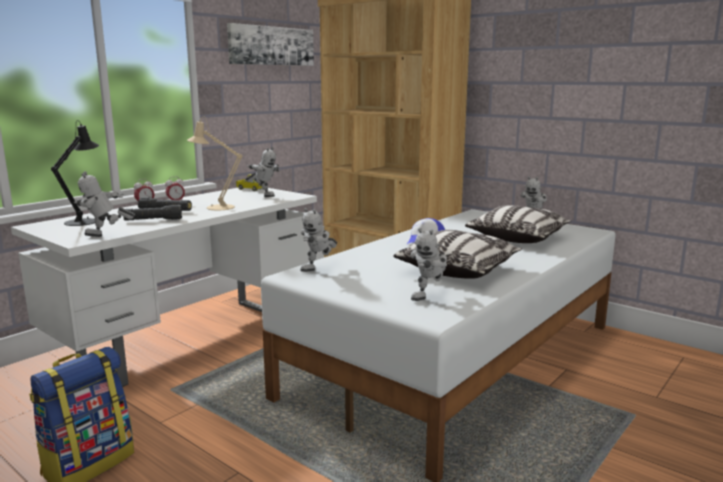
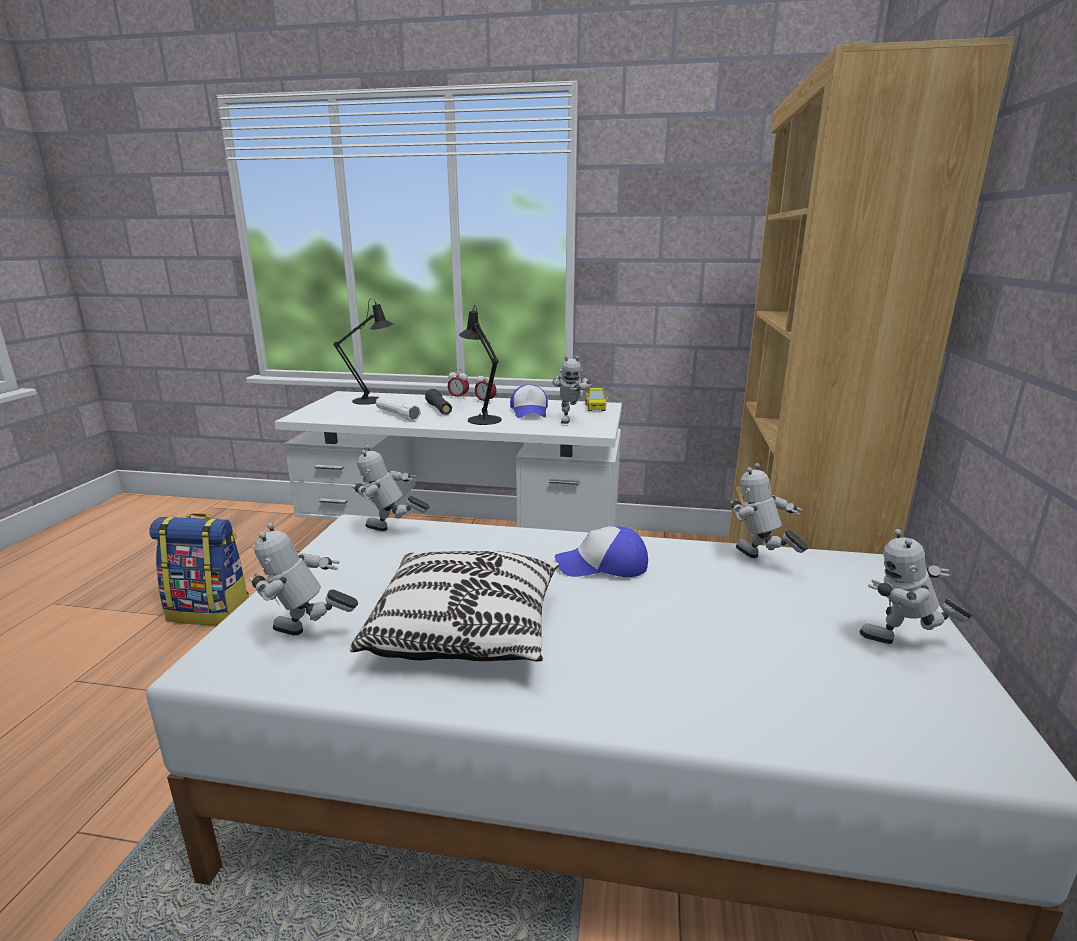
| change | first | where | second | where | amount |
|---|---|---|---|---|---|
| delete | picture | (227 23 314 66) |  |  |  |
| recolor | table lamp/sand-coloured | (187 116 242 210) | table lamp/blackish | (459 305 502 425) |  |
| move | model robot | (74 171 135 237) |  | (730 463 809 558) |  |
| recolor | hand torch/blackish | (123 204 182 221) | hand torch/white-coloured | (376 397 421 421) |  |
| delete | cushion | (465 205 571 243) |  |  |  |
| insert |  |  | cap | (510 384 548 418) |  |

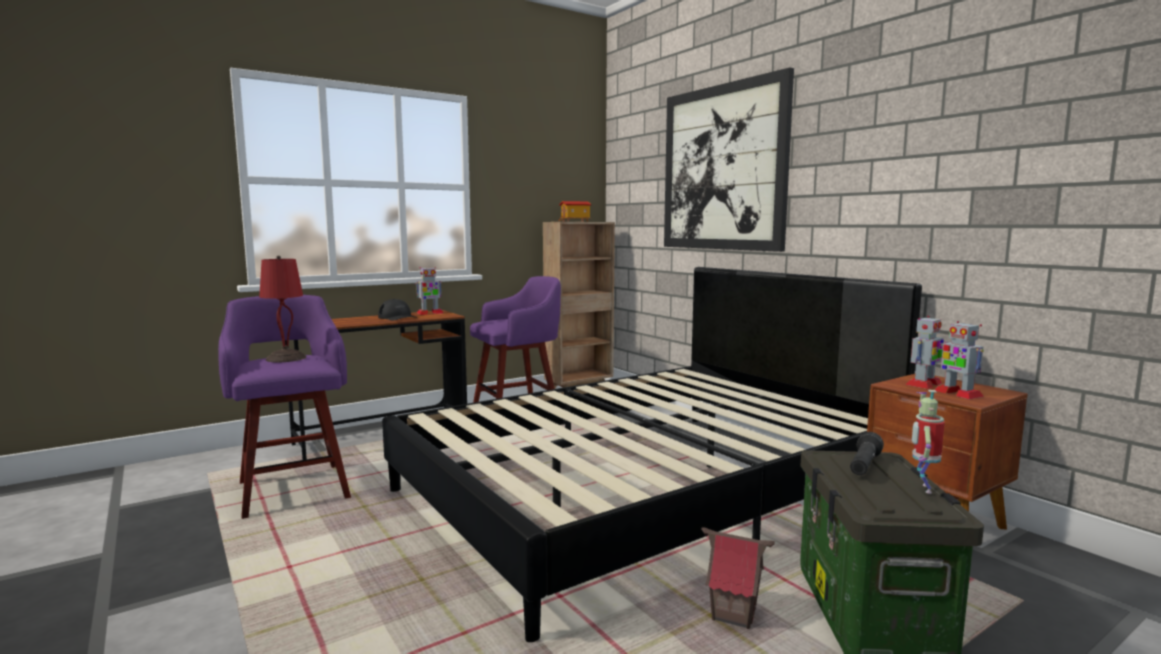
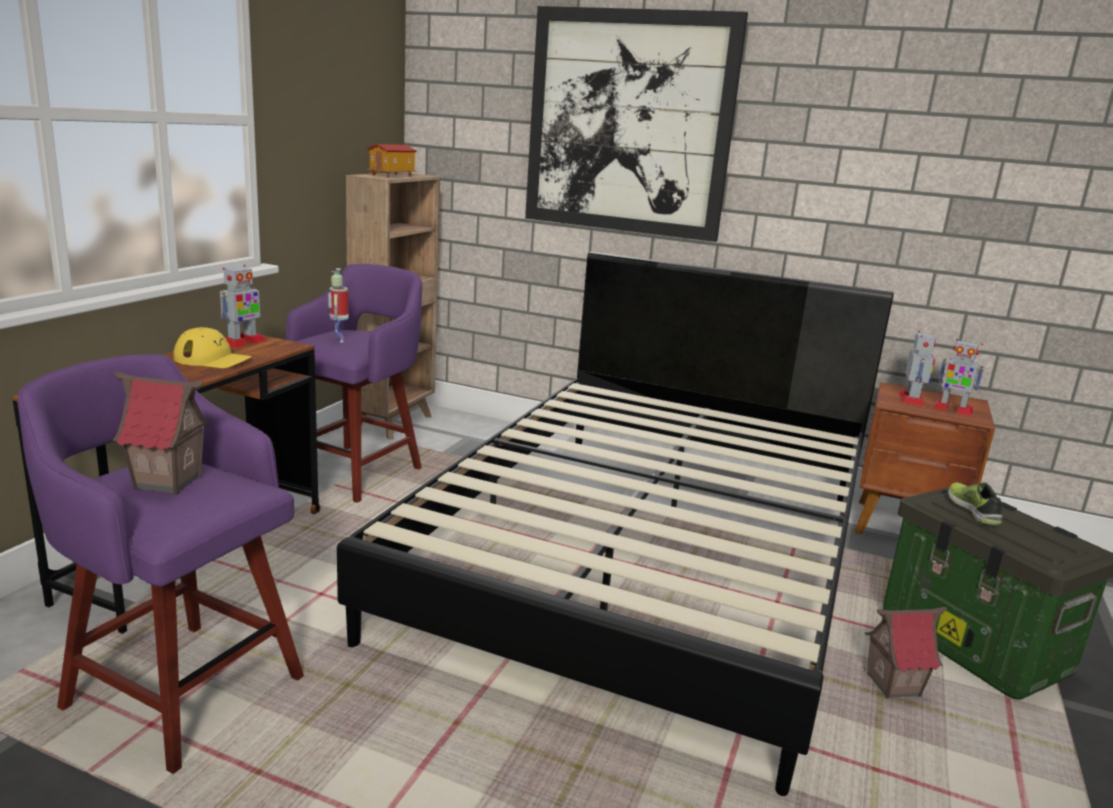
| change | first | where | second | where | amount |
|---|---|---|---|---|---|
| replace | table lamp/red-coloured | (259 256 306 362) | toy house | (112 372 211 495) |  |
| recolor | cap/blackish | (378 299 418 321) | cap/yellow-coloured | (174 327 252 368) |  |
| move | model robot | (912 390 945 494) |  | (328 268 349 343) |  |
| replace | hand torch/blackish | (850 432 884 475) | low shoe | (948 482 1002 526) |  |

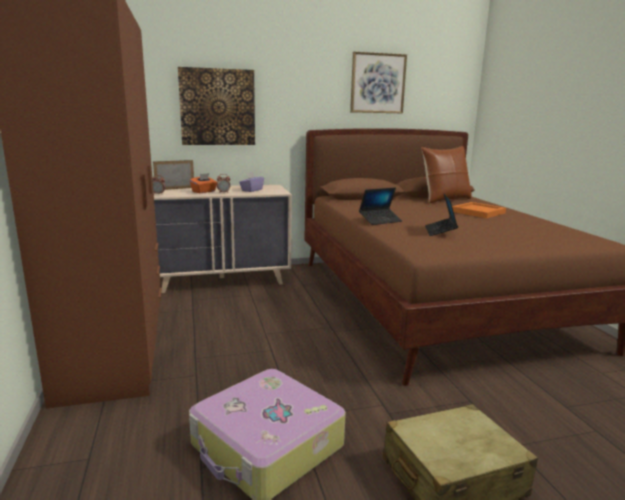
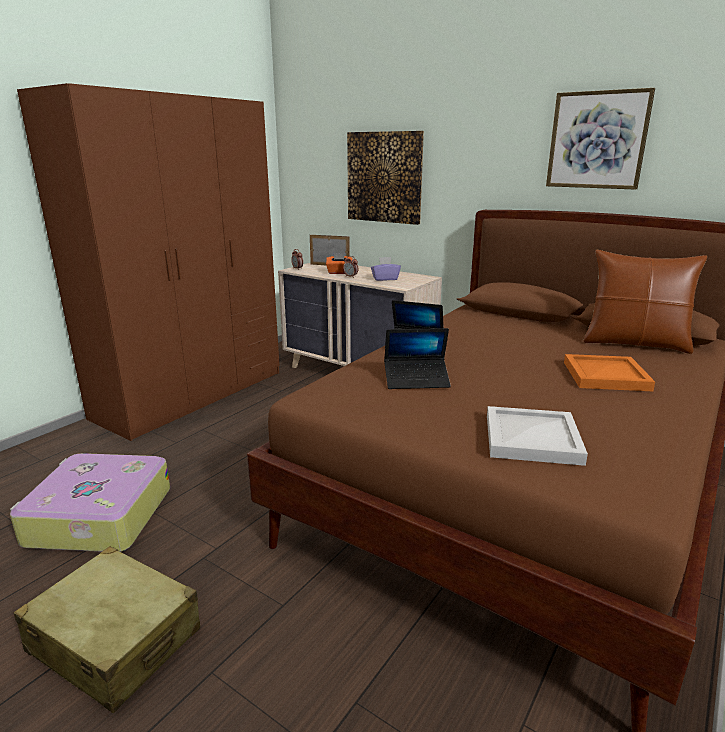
| change | first | where | second | where | amount |
|---|---|---|---|---|---|
| rotate | portable computer | (425 194 458 236) |  | (384 328 451 389) | 150 degrees counterclockwise |
| insert |  |  | tray/white-coloured | (487 406 588 466) |  |

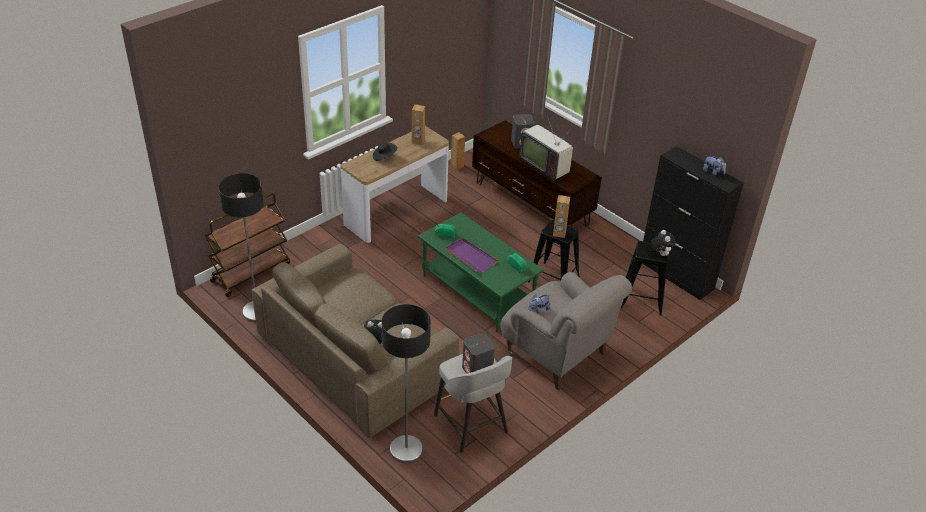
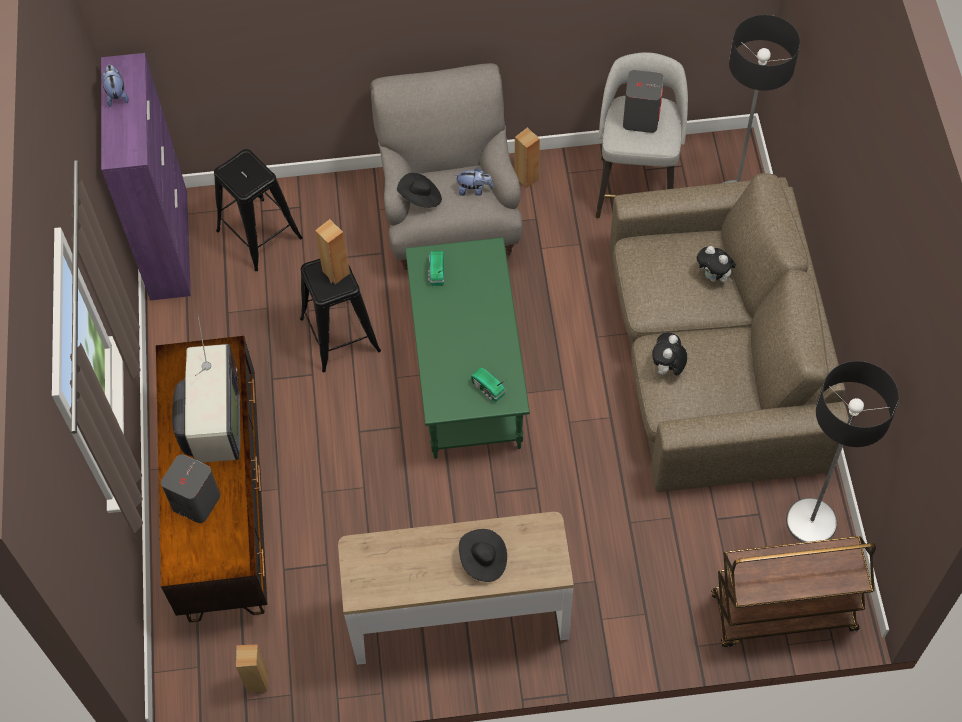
| change | first | where | second | where | amount |
|---|---|---|---|---|---|
| move | audio speaker/brownish | (412 105 425 145) |  | (514 128 540 188) |  |
| recolor | cabinet/blackish | (642 146 744 300) | cabinet/purplish | (101 53 191 301) |  |
| move | plush toy | (651 230 676 256) |  | (652 332 687 377) |  |
| delete | tray/purplish | (445 238 498 273) |  |  |  |
| insert |  |  | clothing hat/blackish | (397 173 442 208) |  |

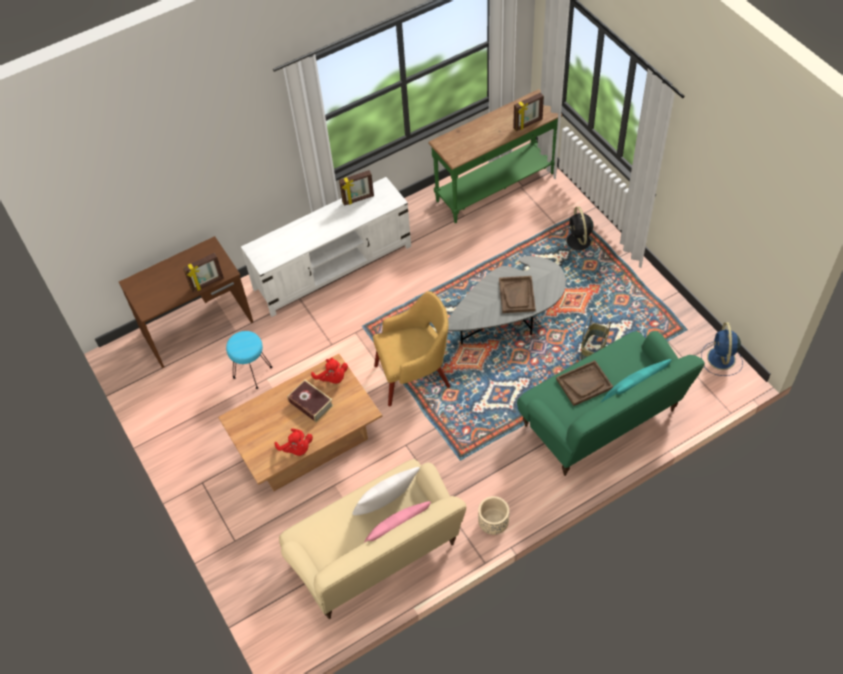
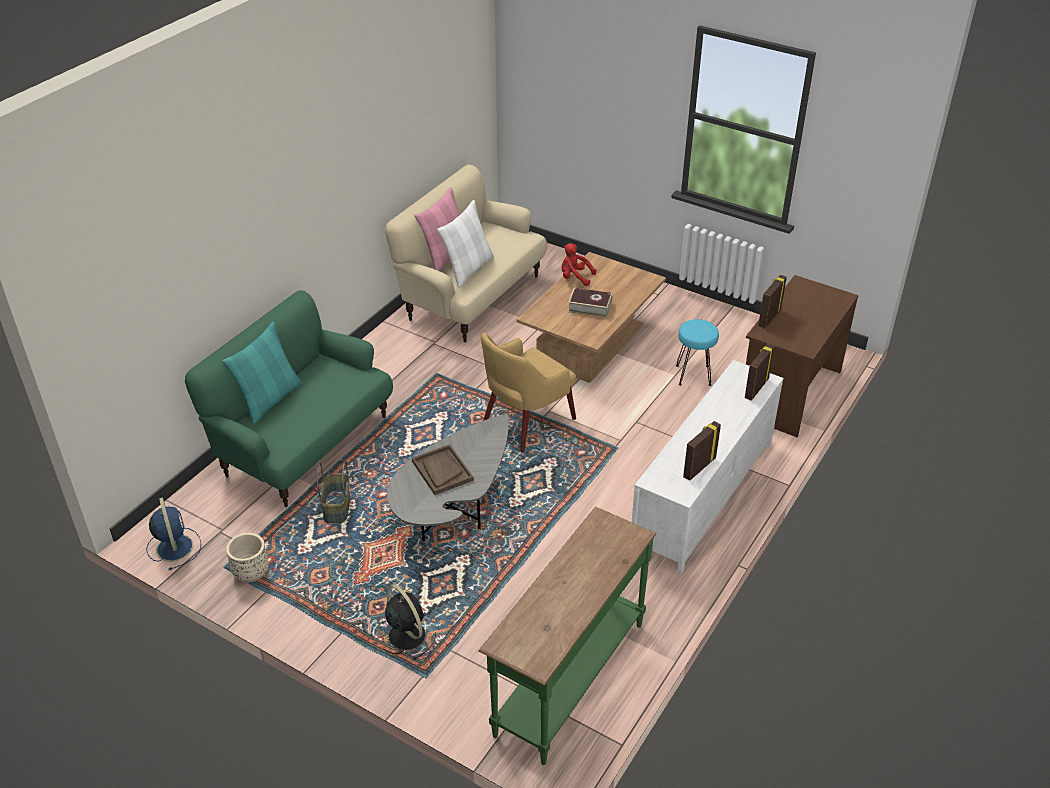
| change | first | where | second | where | amount |
|---|---|---|---|---|---|
| move | photo frame | (513 93 544 131) |  | (745 344 775 401) |  |
| delete | plush toy/red-coloured | (311 358 348 384) |  |  |  |
| delete | tray/brownish | (556 360 613 406) |  |  |  |
| move | flower pot/sand-coloured | (478 496 509 535) |  | (226 533 269 582) |  |

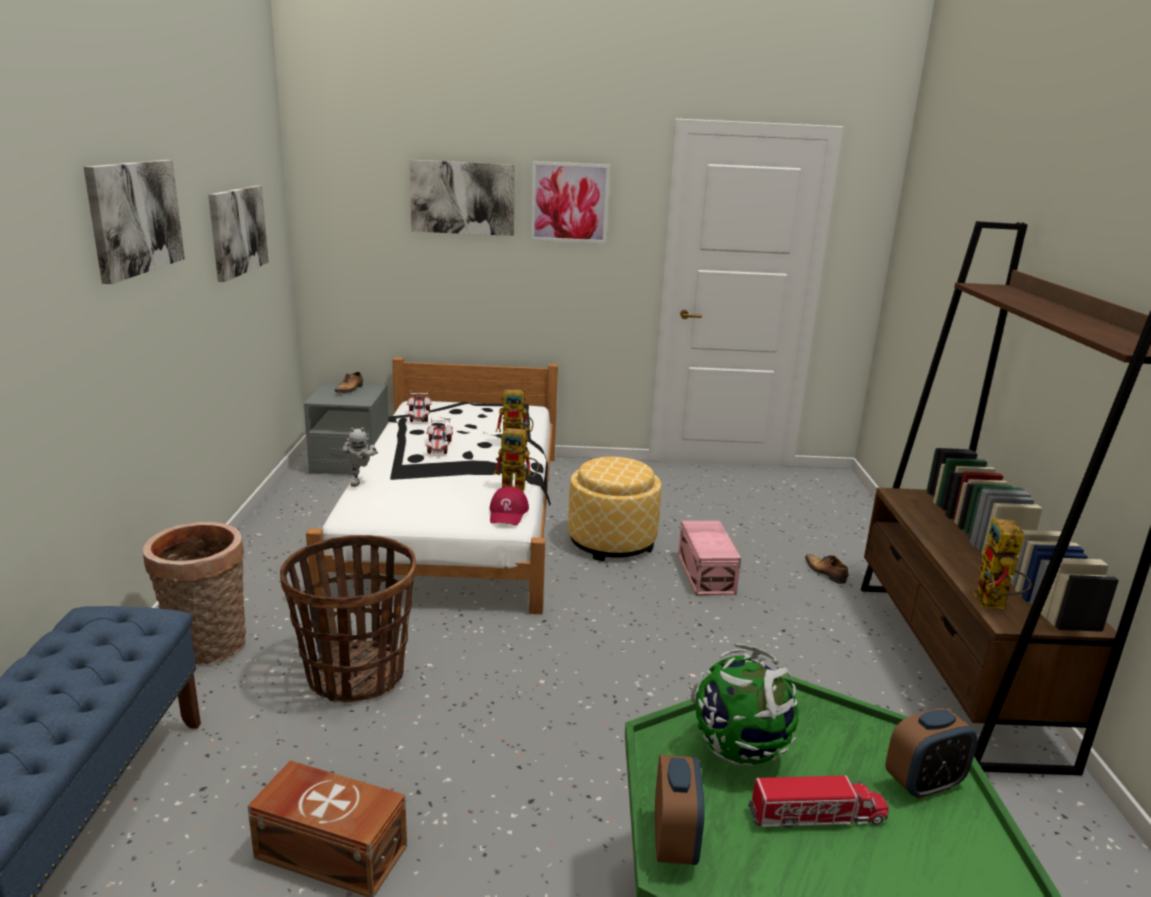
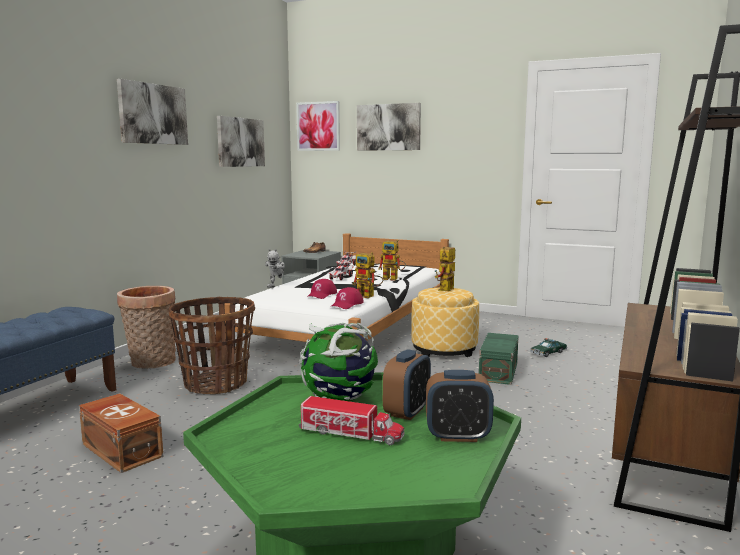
| change | first | where | second | where | amount |
|---|---|---|---|---|---|
| move | picture | (531 161 610 244) |  | (296 101 340 151) |  |
| move | model robot | (972 518 1032 609) |  | (435 247 455 291) |  |
| recolor | storage bin/pink-coloured | (678 521 741 596) | storage bin/greenish | (479 333 519 385) |  |
| delete | low shoe | (805 554 849 584) |  |  |  |
| move | bedside clock | (655 755 705 865) |  | (383 349 431 420) |  |
| insert |  |  | cap/red-coloured | (307 279 337 299) |  |
| insert |  |  | miniature car | (530 338 567 357) |  |

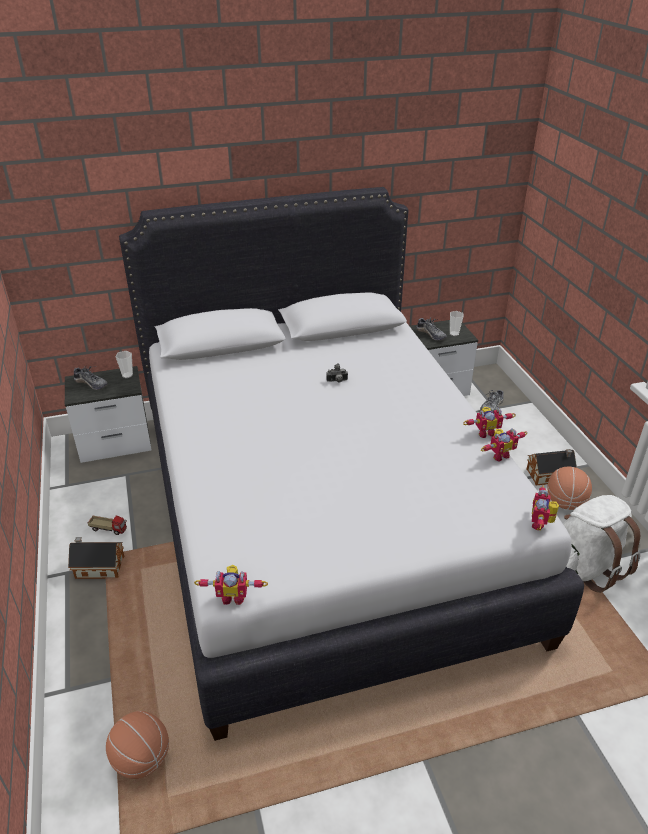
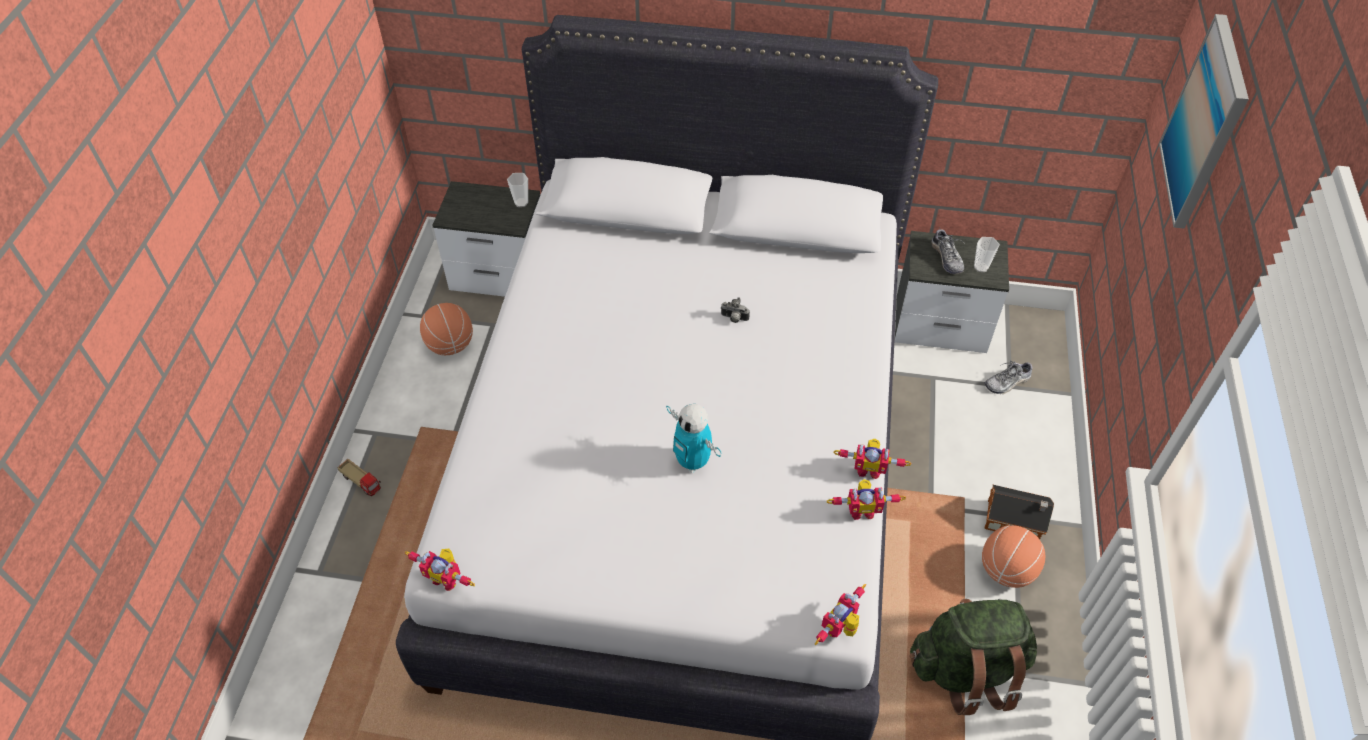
| change | first | where | second | where | amount |
|---|---|---|---|---|---|
| delete | low shoe | (74 365 108 390) |  |  |  |
| recolor | knapsack/white-coloured | (563 495 640 593) | knapsack/greenish | (910 599 1037 715) |  |
| move | toy lorry | (88 515 127 535) |  | (337 459 381 496) |  |
| delete | toy house | (68 537 124 579) |  |  |  |
| move | ball for basketball | (106 711 169 779) |  | (420 303 473 355) |  |
| insert |  |  | picture | (1159 14 1249 229) |  |
| insert |  |  | model robot | (666 404 721 473) |  |

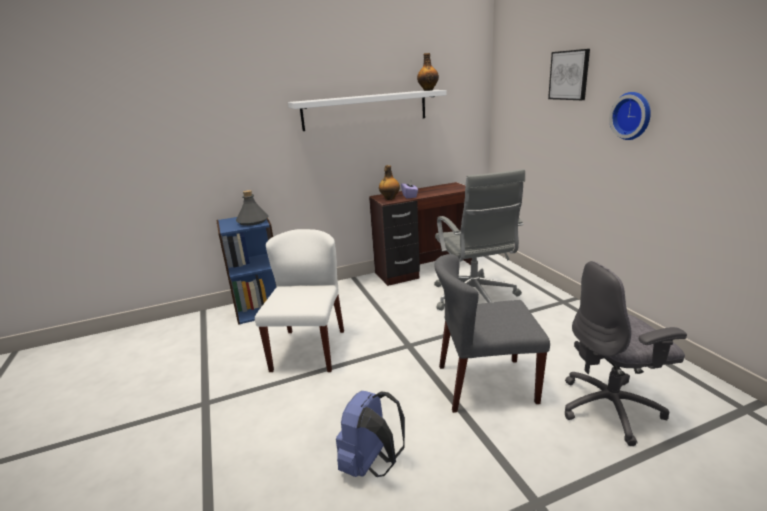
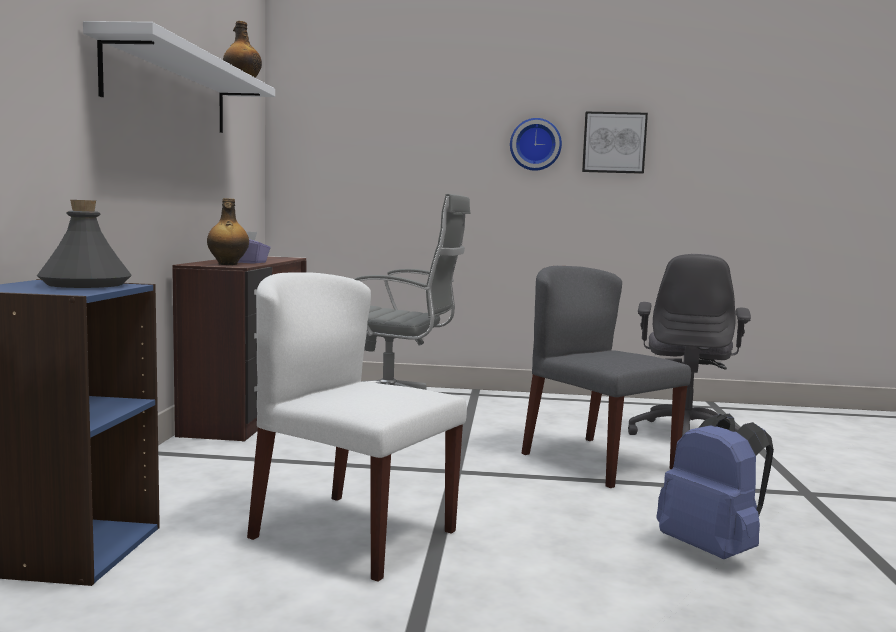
| change | first | where | second | where | amount |
|---|---|---|---|---|---|
| move | picture | (548 49 590 100) |  | (582 112 648 174) |  |
| rotate | chair/gray | (434 254 550 413) |  | (522 266 691 488) | 120 degrees clockwise |

